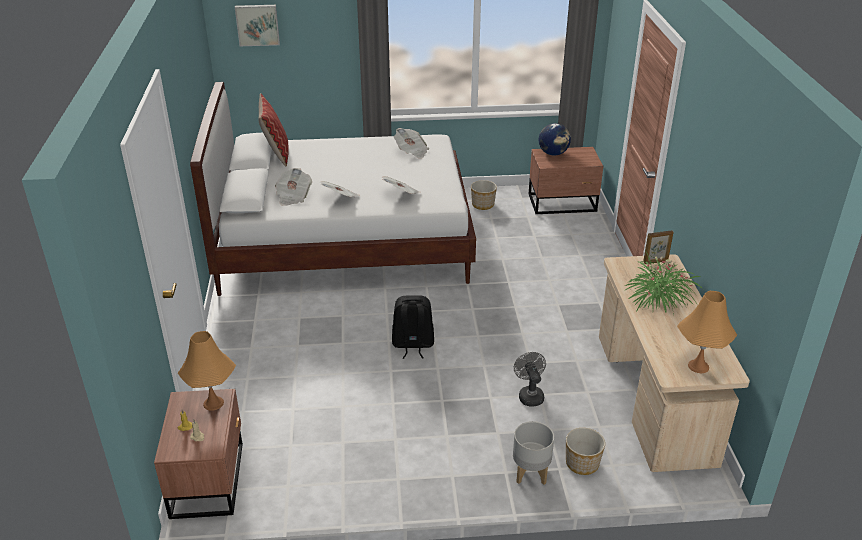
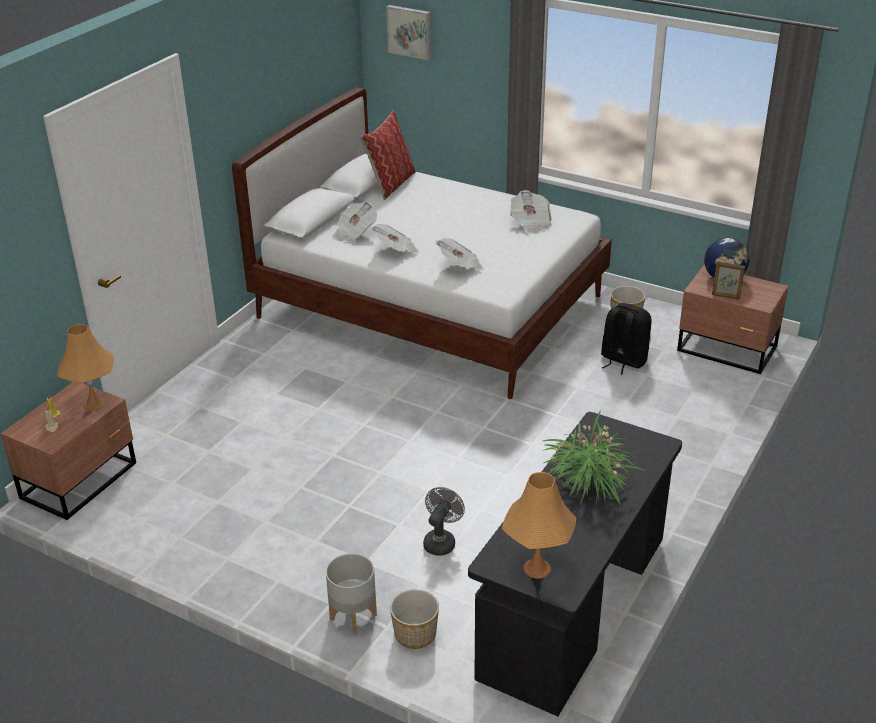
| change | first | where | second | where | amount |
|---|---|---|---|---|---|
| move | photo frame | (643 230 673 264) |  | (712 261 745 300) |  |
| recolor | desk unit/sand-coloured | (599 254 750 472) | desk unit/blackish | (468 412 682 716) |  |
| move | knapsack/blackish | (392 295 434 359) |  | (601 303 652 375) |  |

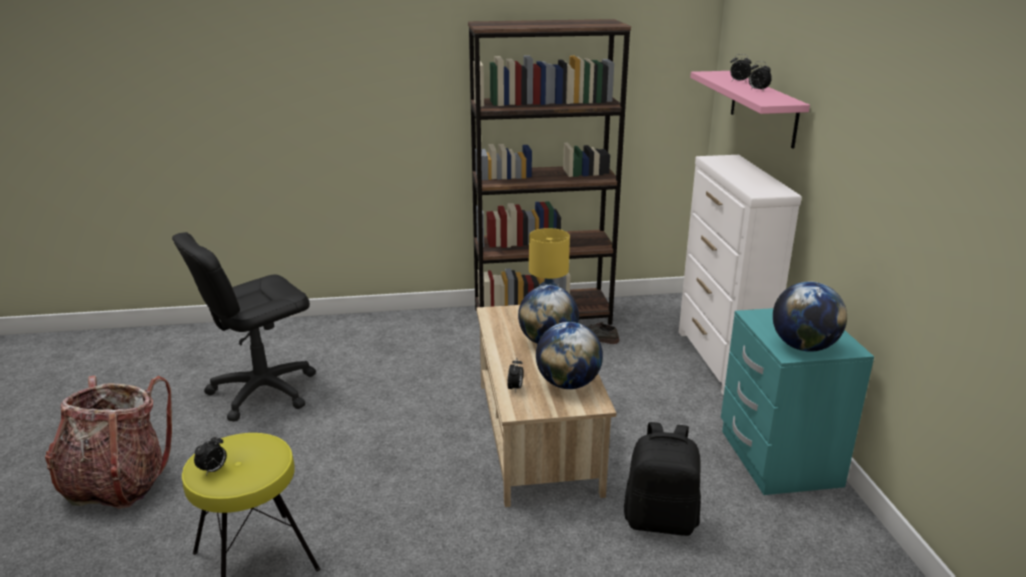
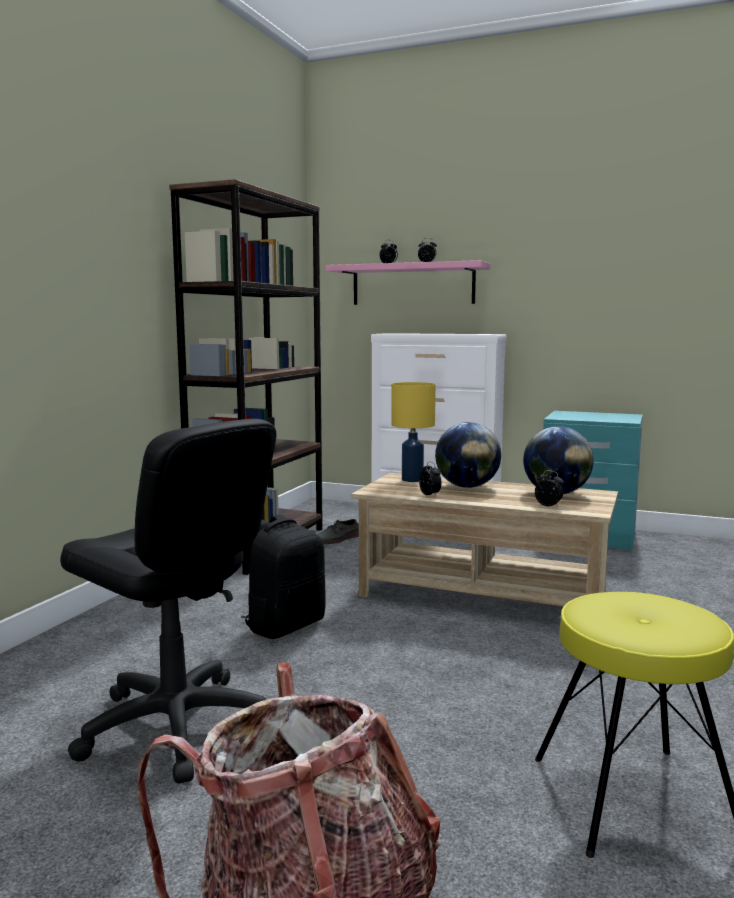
| change | first | where | second | where | amount |
|---|---|---|---|---|---|
| rotate | office chair/blackish | (172 232 316 421) |  | (60 419 277 784) | 45 degrees counterclockwise |
| delete | world globe | (773 281 847 352) |  |  |  |
| move | knapsack/blackish | (624 422 701 536) |  | (241 515 326 639) |  |
| move | bedside clock | (194 435 227 476) |  | (419 461 442 497) |  |

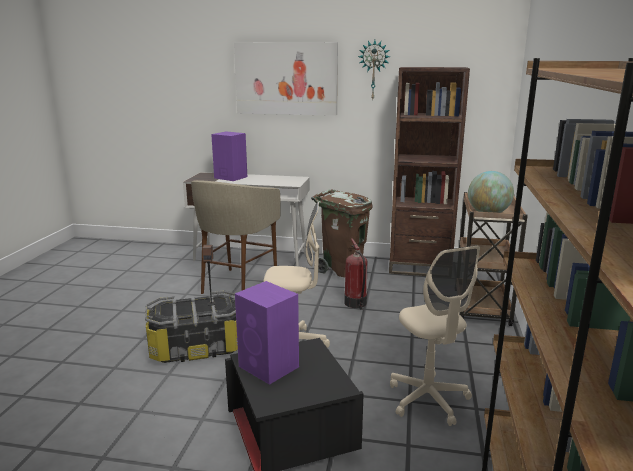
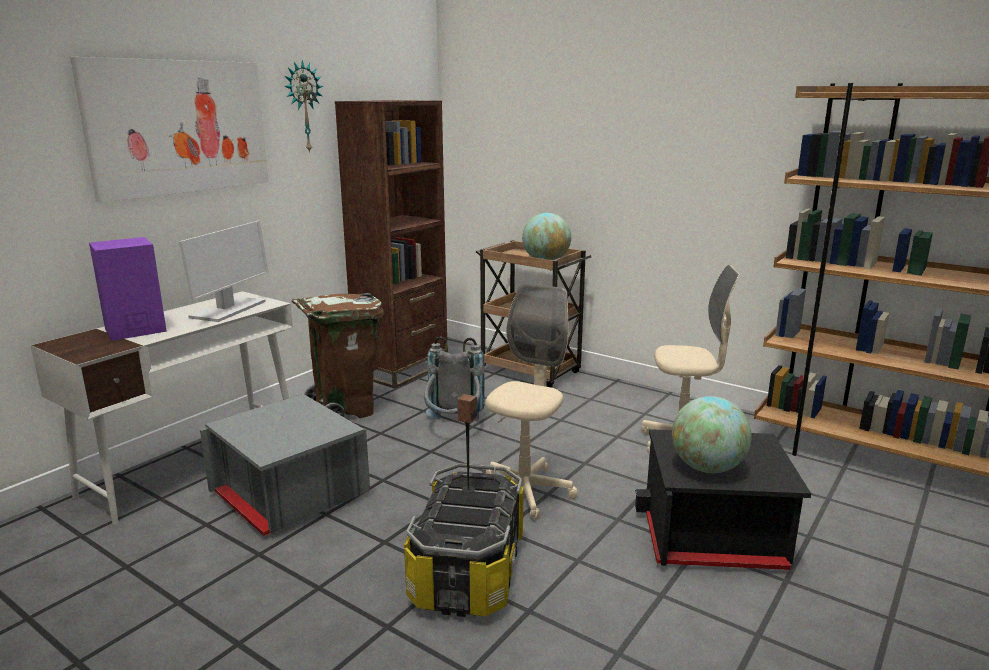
| change | first | where | second | where | amount |
|---|---|---|---|---|---|
| replace | sitting stool/sand-coloured | (191 180 281 294) | storage bin/gray | (200 394 370 536) |  |
| replace | fire extinguisher | (344 238 368 310) | knapsack/gray | (424 337 485 421) |  |
| replace | audio speaker/purplish | (235 281 299 385) | world globe | (672 396 752 473) |  |
| insert |  |  | computer display | (179 221 269 322) |  |

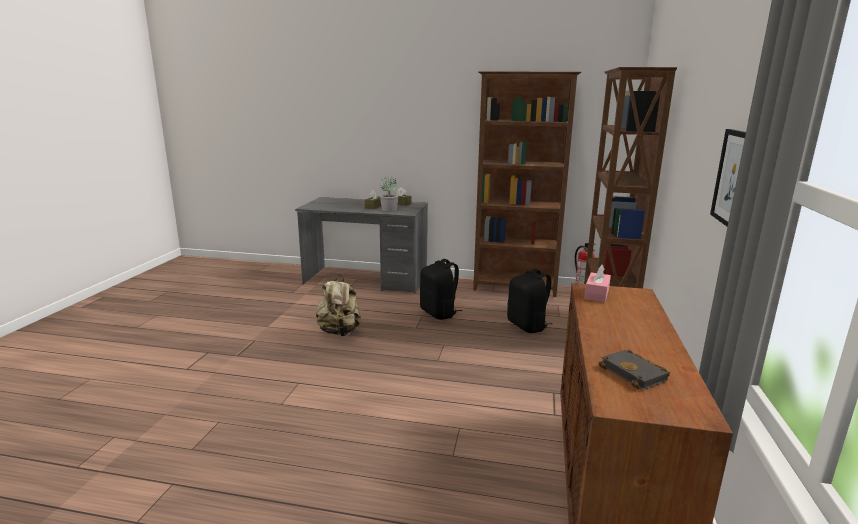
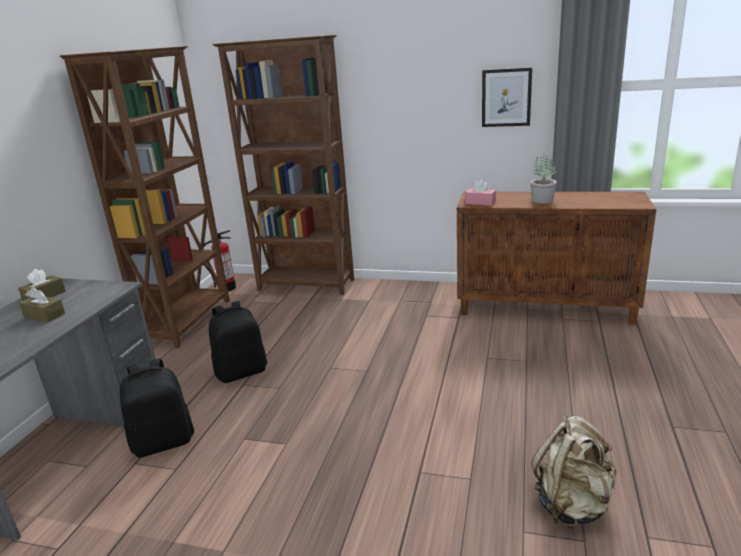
| change | first | where | second | where | amount |
|---|---|---|---|---|---|
| move | houseplant | (380 177 398 211) |  | (530 154 557 204) |  |
| move | knapsack/blackish | (507 269 552 333) |  | (120 358 194 458) |  |
| move | knapsack/sand-coloured | (316 274 361 336) |  | (531 415 617 529) |  |
| delete | volume/blackish | (598 349 670 390) |  |  |  |

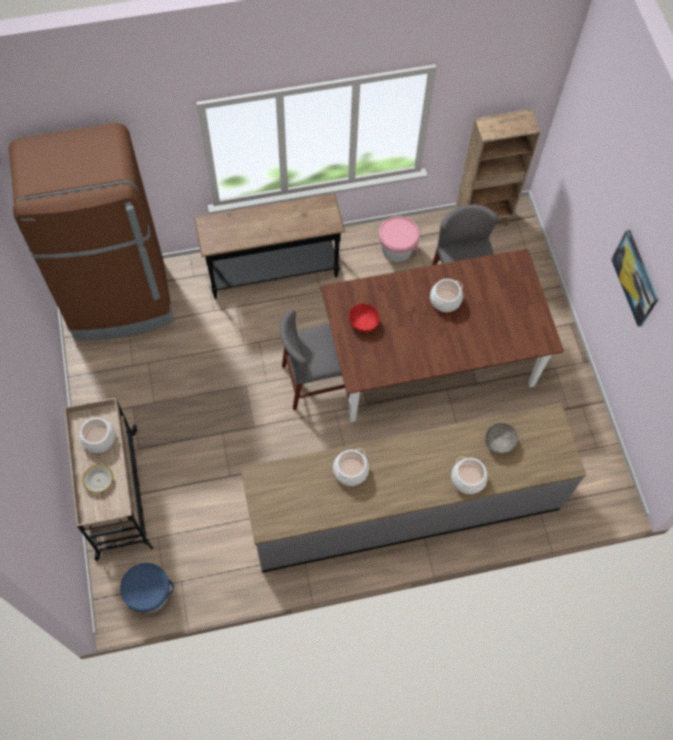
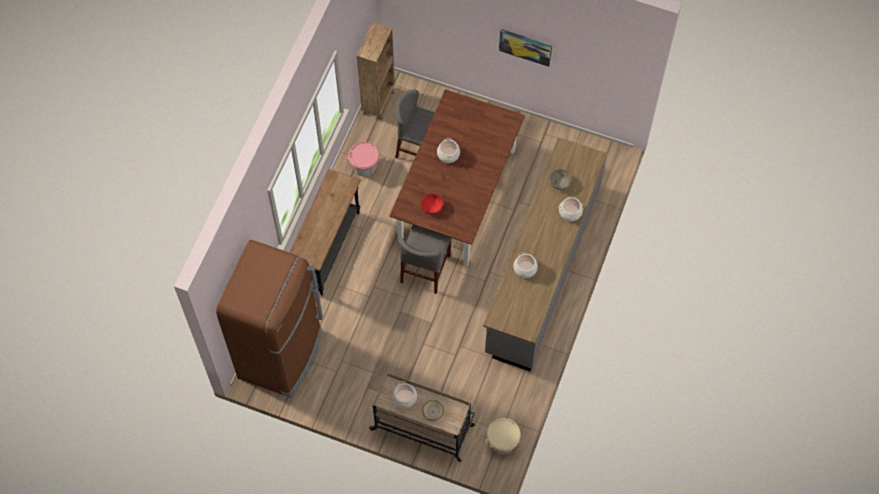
| change | first | where | second | where | amount |
|---|---|---|---|---|---|
| recolor | water bucket/blue-coloured | (120 563 174 613) | water bucket/sand-coloured | (485 418 521 454) |  |

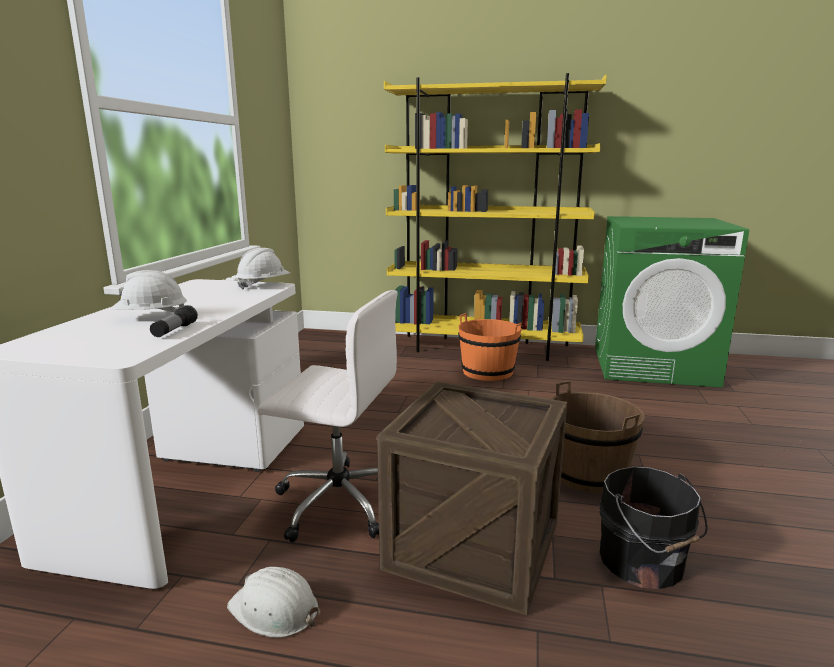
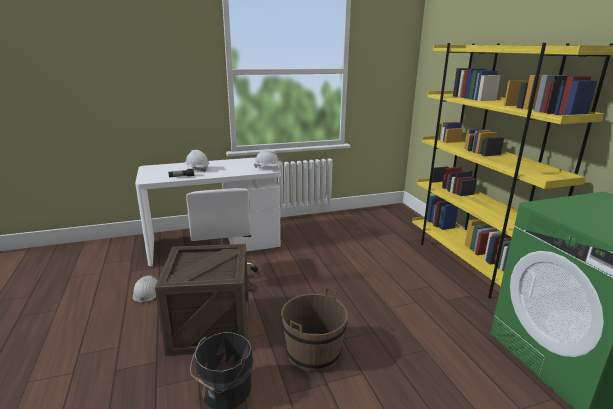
| change | first | where | second | where | amount |
|---|---|---|---|---|---|
| delete | water bucket/orange-coloured | (458 313 522 381) |  |  |  |

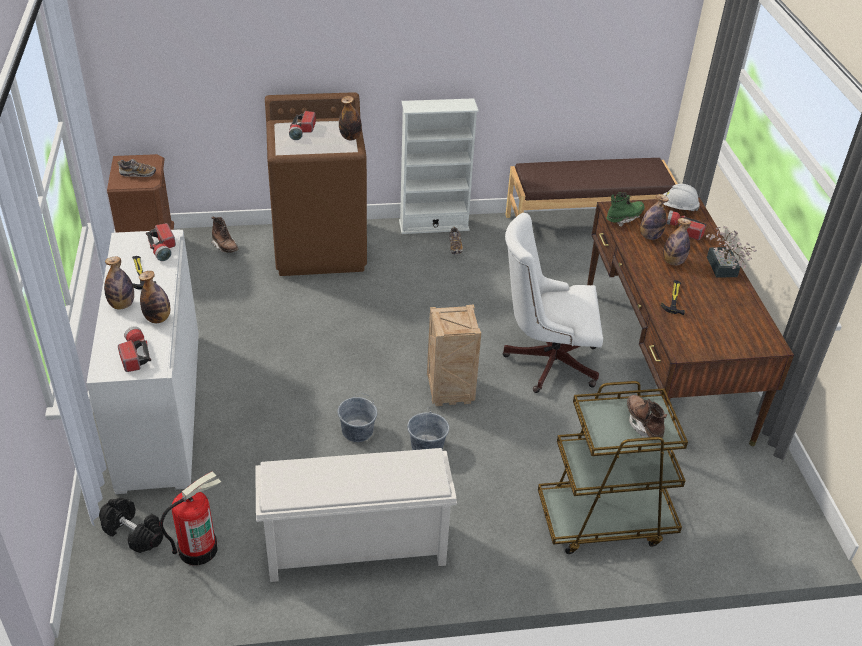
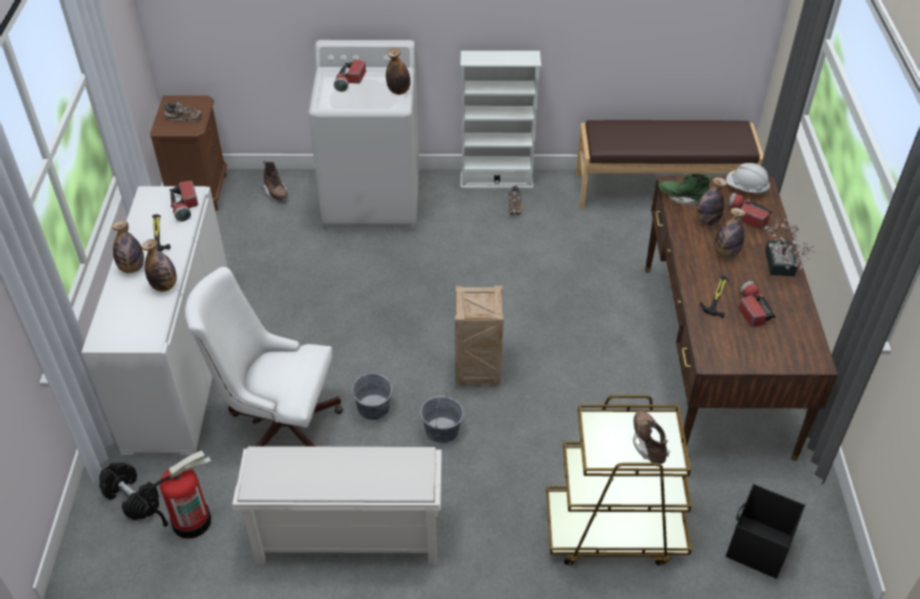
| change | first | where | second | where | amount |
|---|---|---|---|---|---|
| recolor | laundry appliance/brownish | (265 92 367 276) | laundry appliance/white-coloured | (308 40 419 229) |  |
| rotate | high-top boot/greenish | (607 192 645 227) |  | (659 174 713 206) | 135 degrees counterclockwise |
| move | office chair/white-coloured | (502 213 603 393) |  | (185 267 343 447) |  |
| move | hand torch | (118 326 151 372) |  | (739 281 776 327) |  |
| insert |  |  | storage bin/blackish | (726 484 805 578) |  |

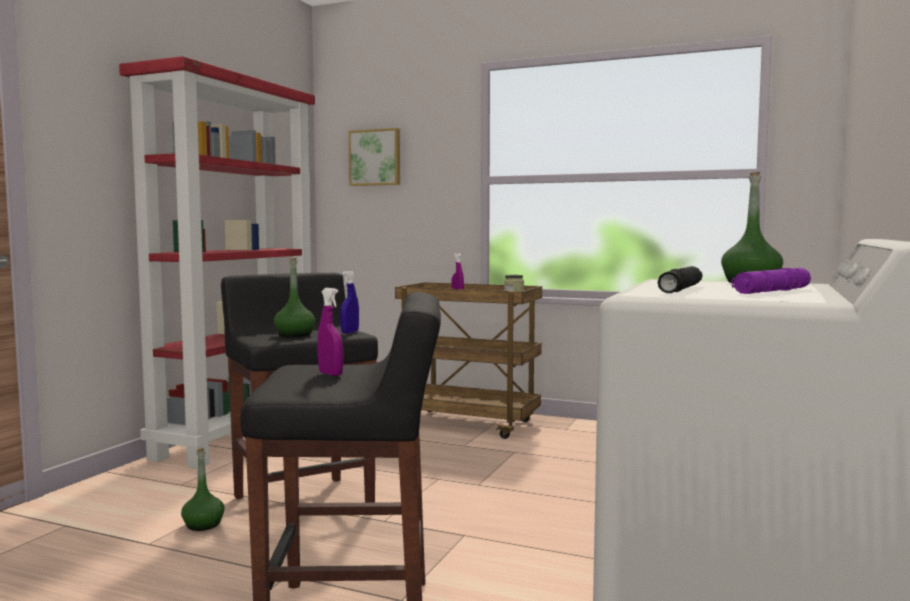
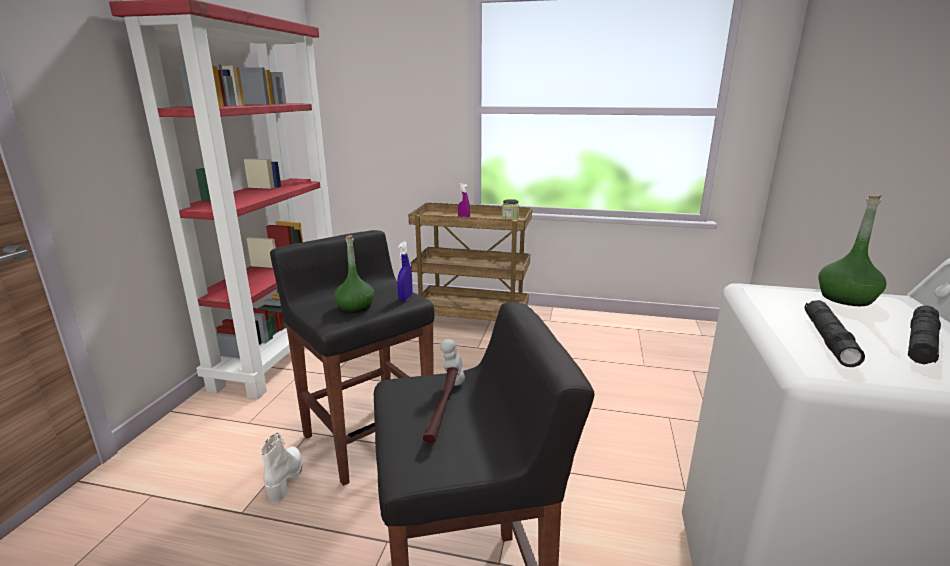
| change | first | where | second | where | amount |
|---|---|---|---|---|---|
| delete | picture | (348 128 400 186) |  |  |  |
| recolor | hand torch/purplish | (731 268 811 294) | hand torch/blackish | (908 305 941 364) |  |
| replace | hand sprayer/purplish | (318 288 343 376) | hand hammer | (422 339 465 444) |  |
| replace | drink bottle/greenish | (181 448 224 531) | high-top boot/white-coloured | (261 433 302 503) |  |

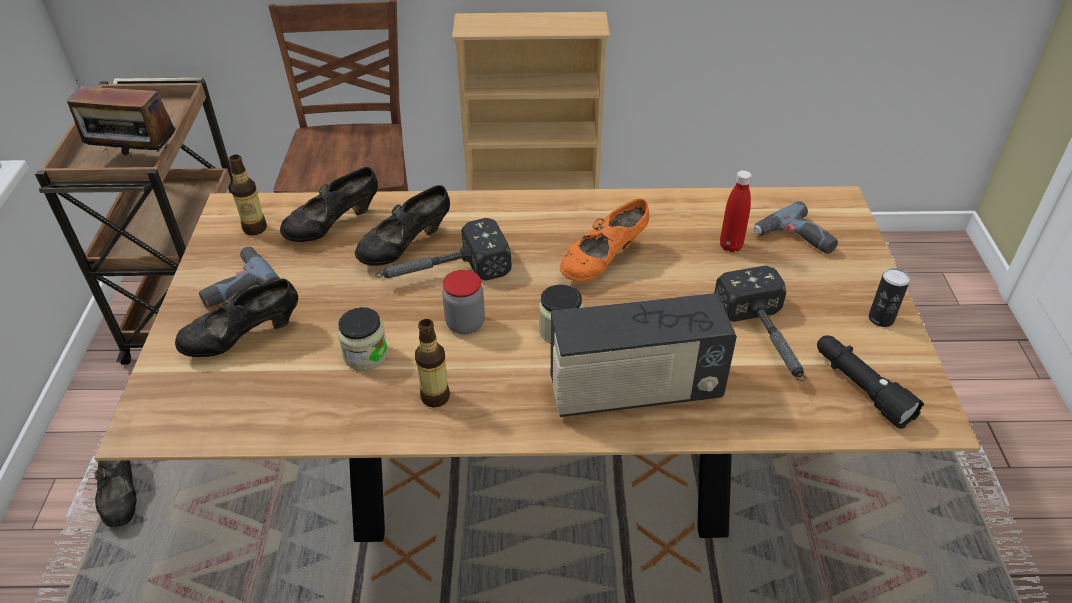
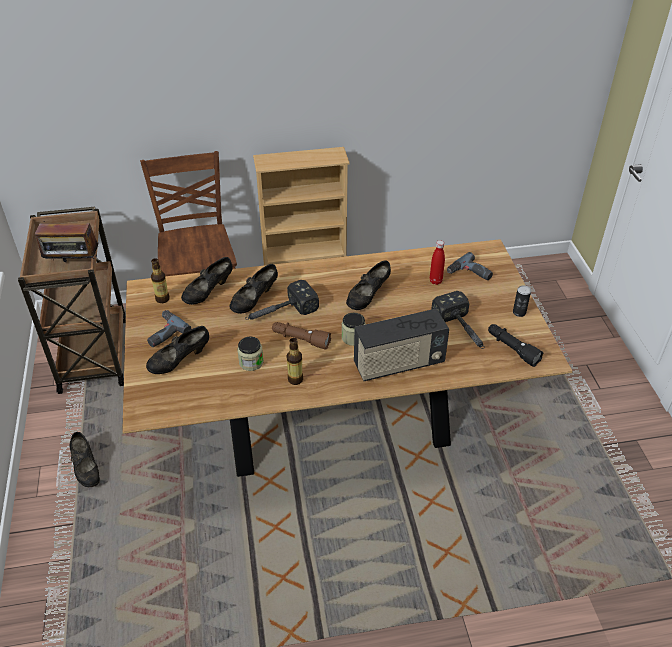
| change | first | where | second | where | amount |
|---|---|---|---|---|---|
| recolor | low shoe/orange-coloured | (560 198 649 282) | low shoe/blackish | (346 260 391 310) |  |
| replace | jar | (442 270 485 334) | hand torch/brownish | (272 322 331 349) |  |

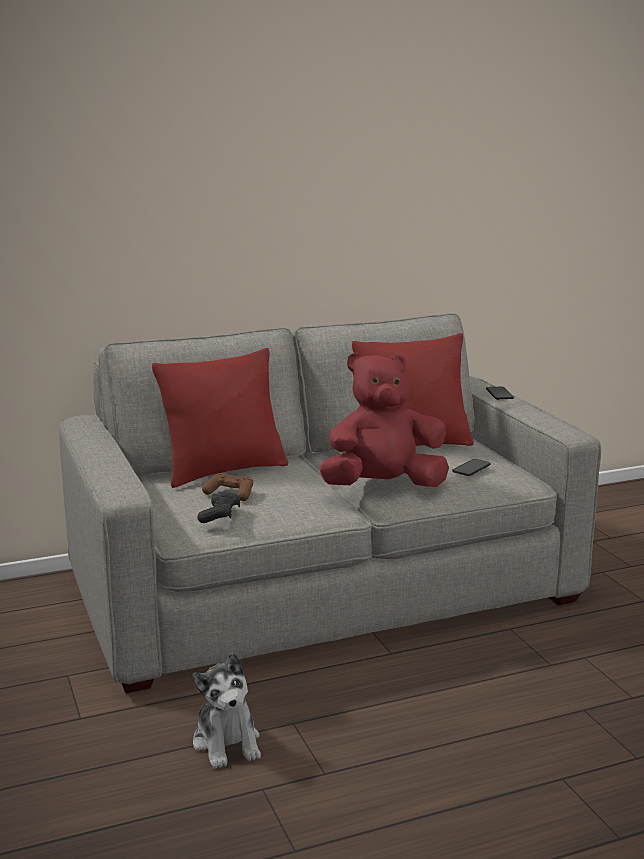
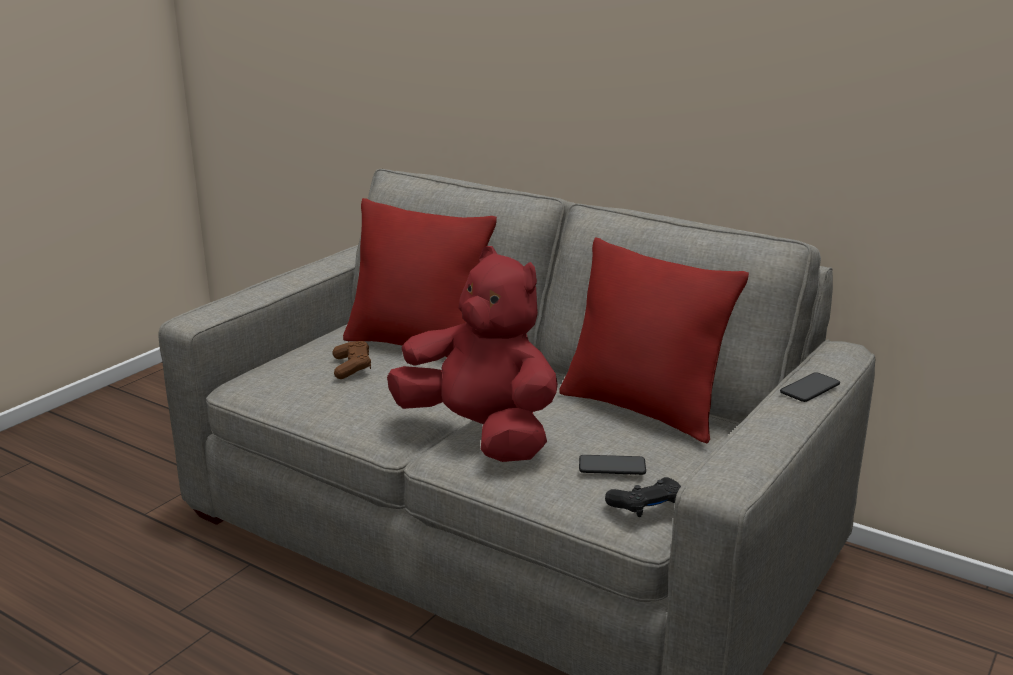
| change | first | where | second | where | amount |
|---|---|---|---|---|---|
| move | gamepad/blackish | (197 493 240 523) |  | (605 477 681 517) |  |
| delete | plush toy | (193 653 261 769) |  |  |  |

